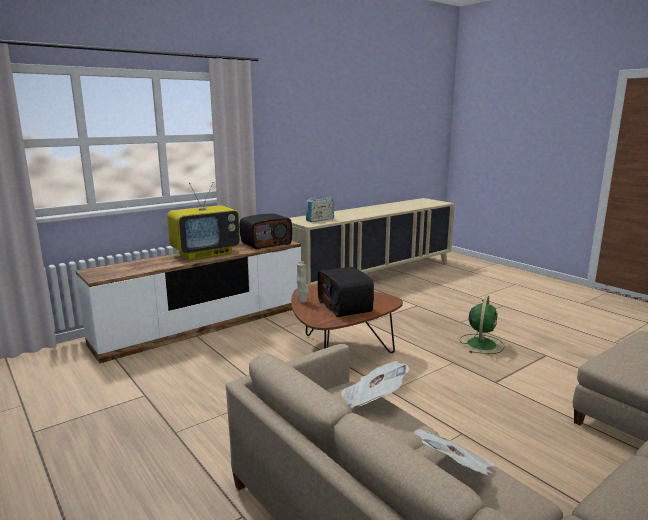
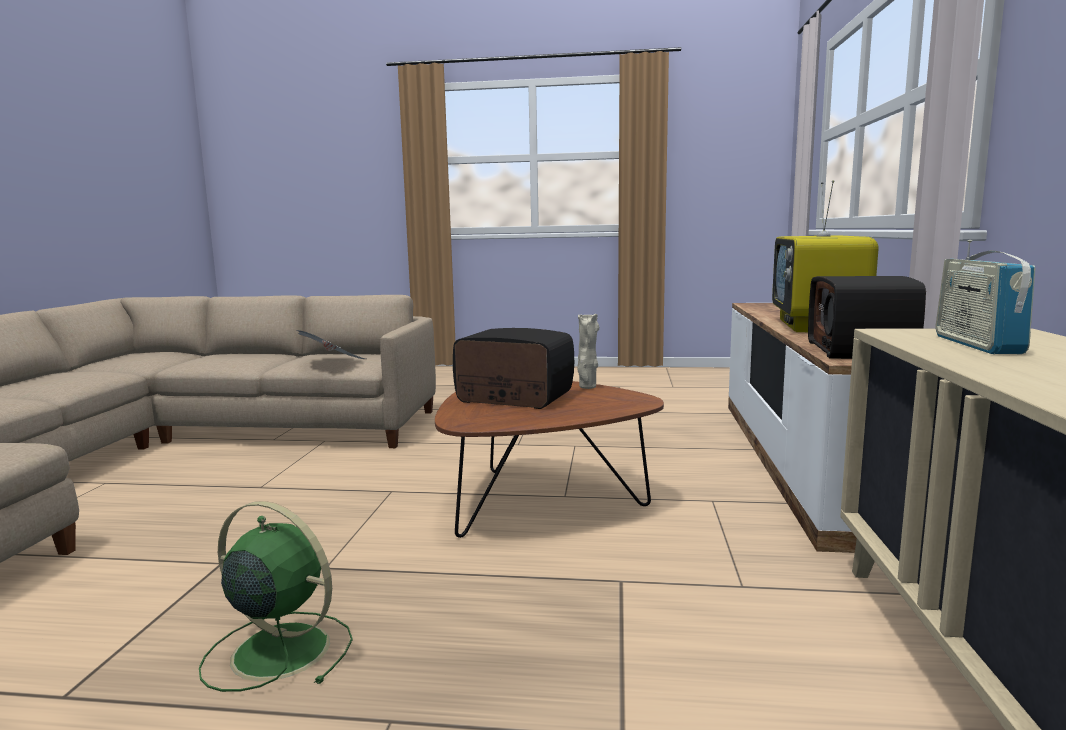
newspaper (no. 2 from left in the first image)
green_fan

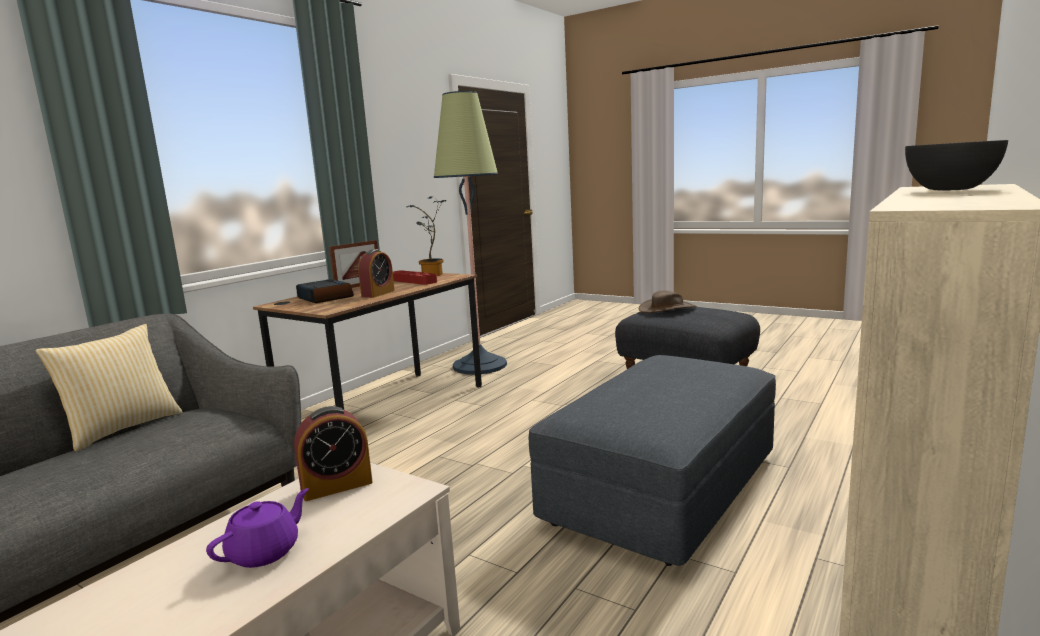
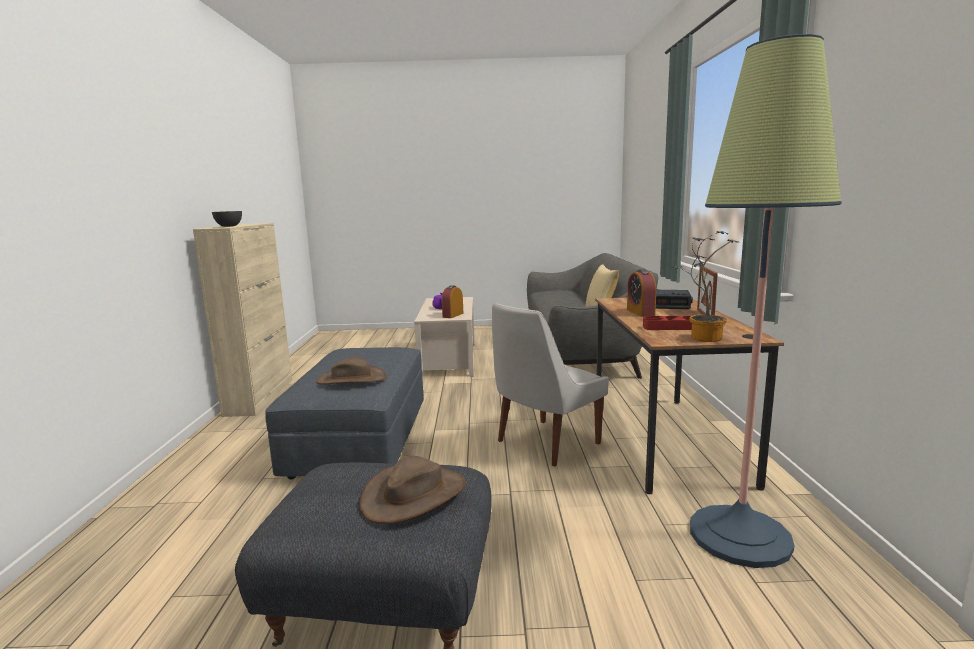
brown_hat (no. 1 from left)
white_chair

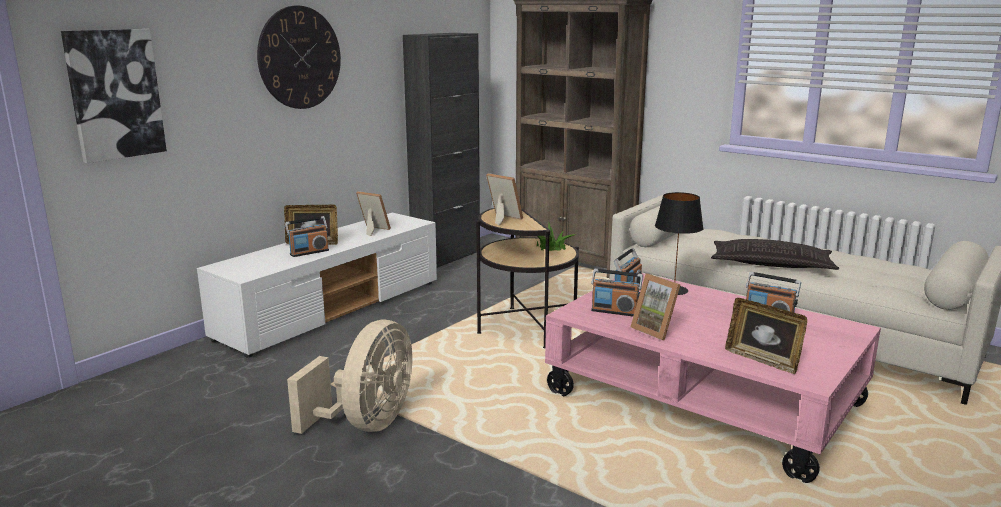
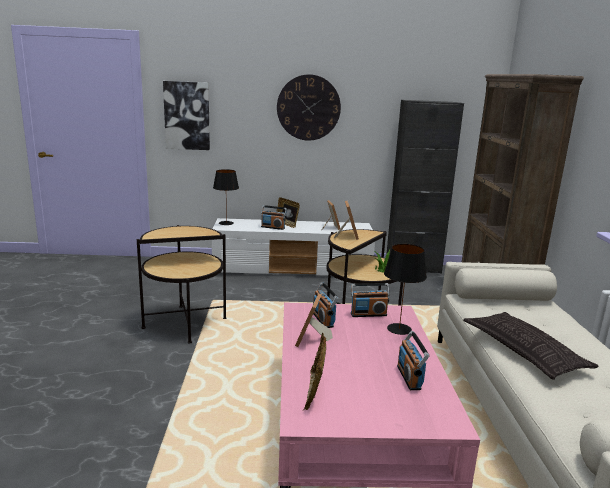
side_table (no. 1 from left)
black_table_lamp (no. 1 from left)

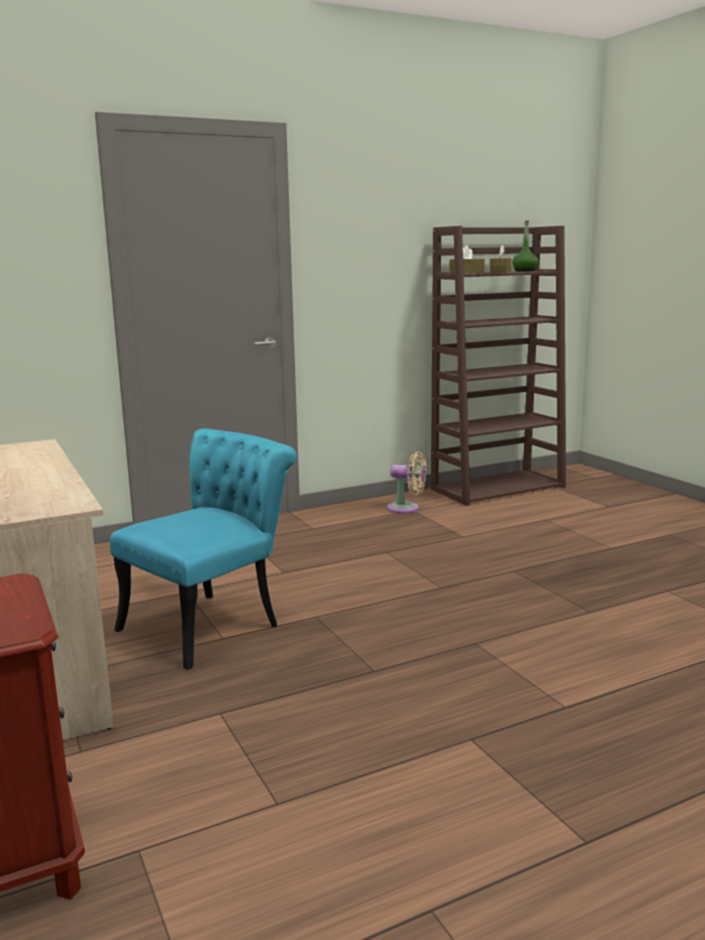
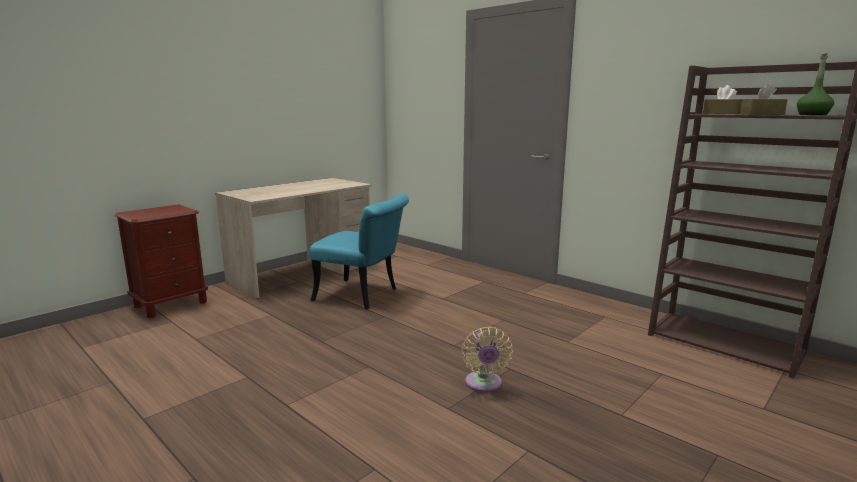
beige_fan

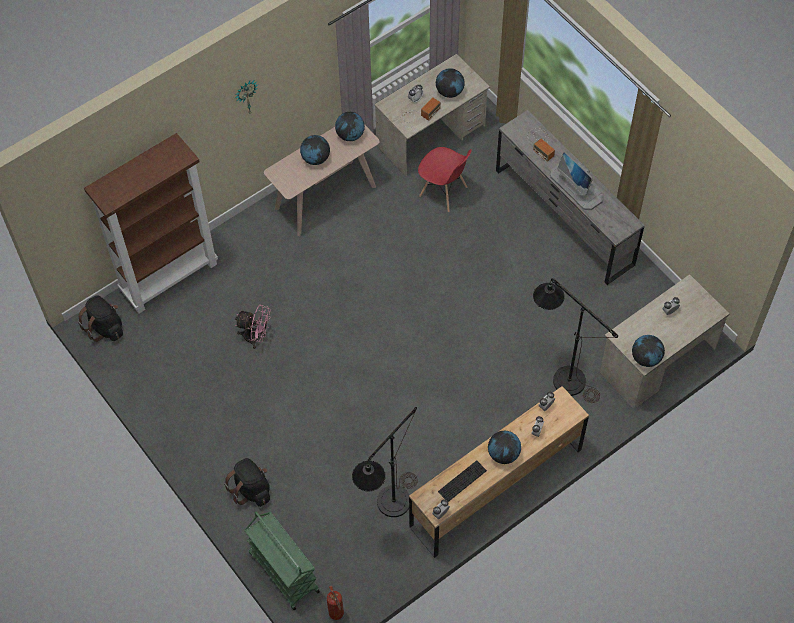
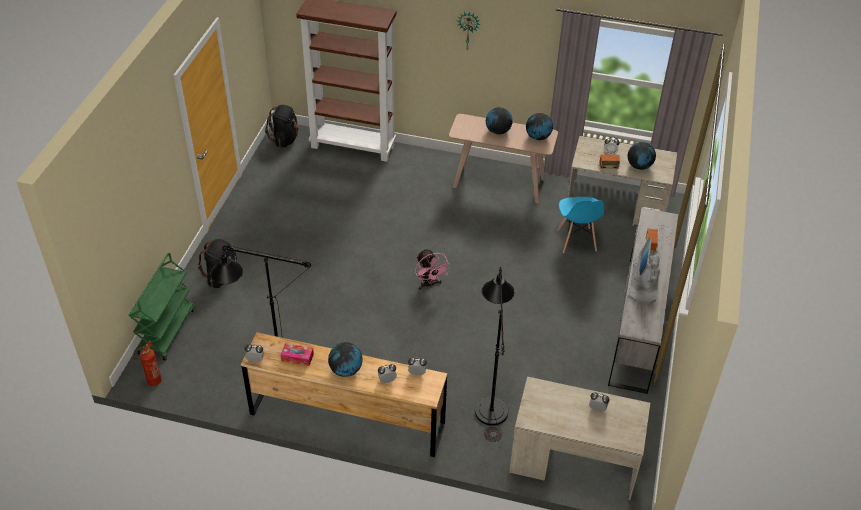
pink_fan
blue_chair
tissue_box
globe (no. 5 from left in the first image)

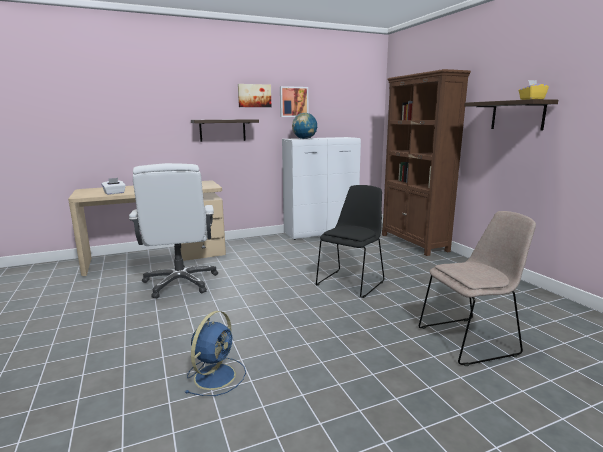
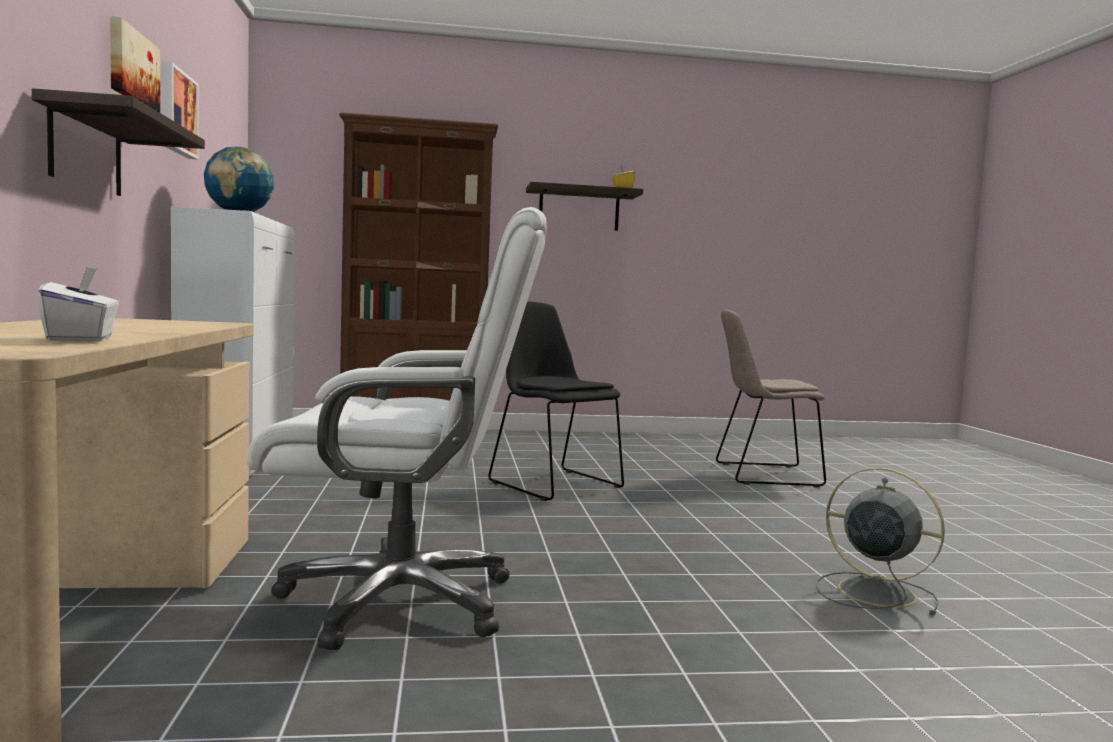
grey_fan
beige_chair

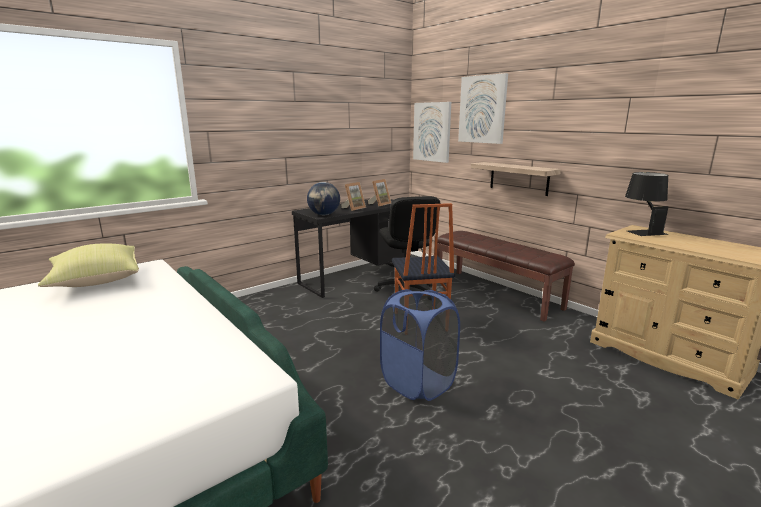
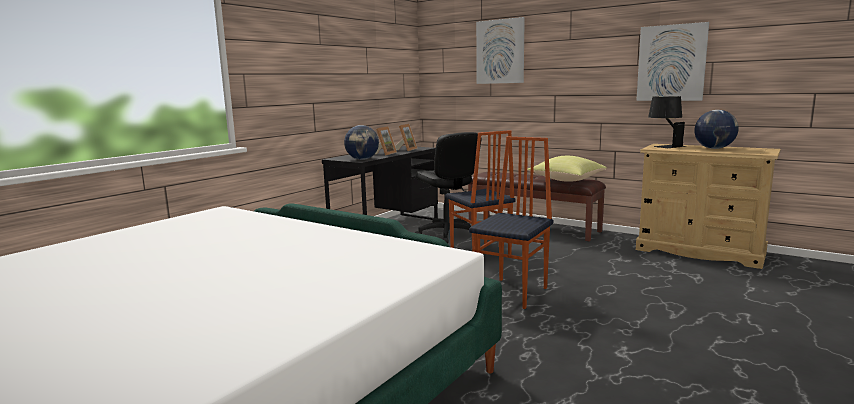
yellow_pillow
chair (no. 2 from left)
picture (no. 2 from left)
shelf
globe (no. 2 from left)

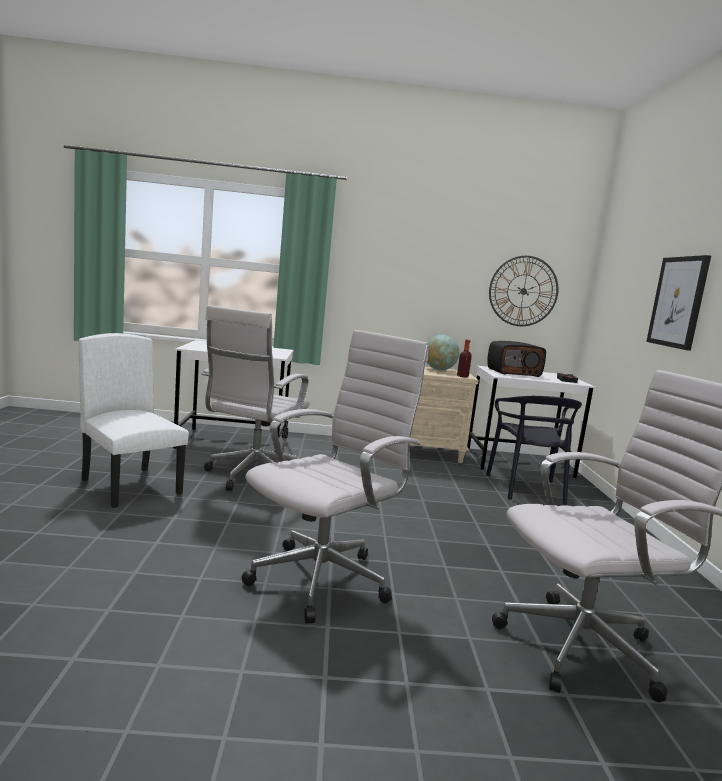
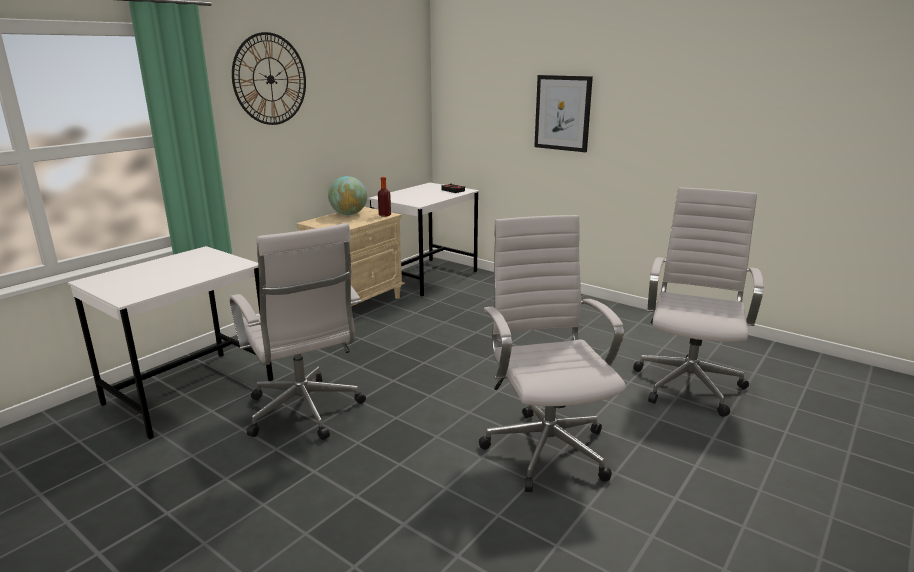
white_chair
black_chair
radio
wall_clock

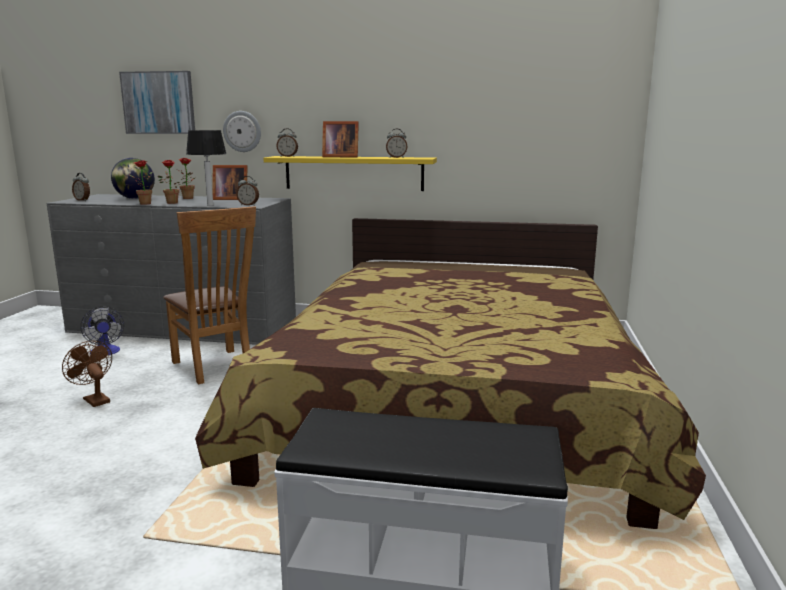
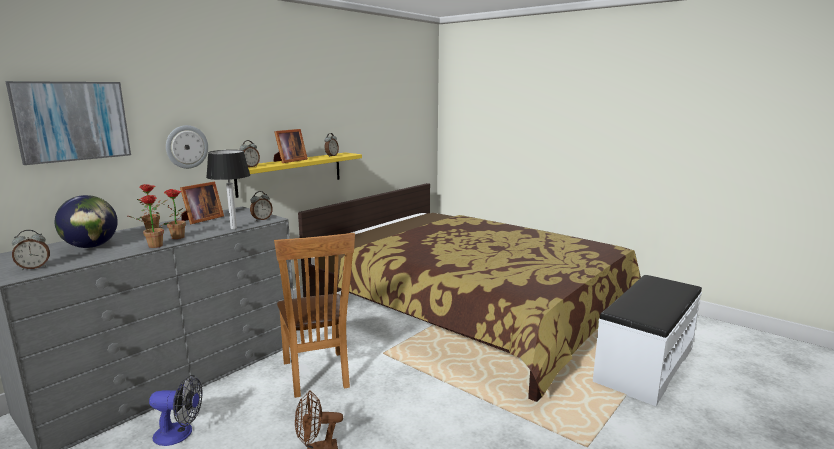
brown_chair

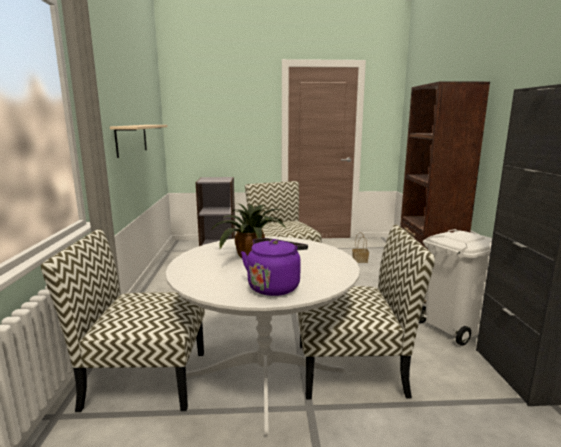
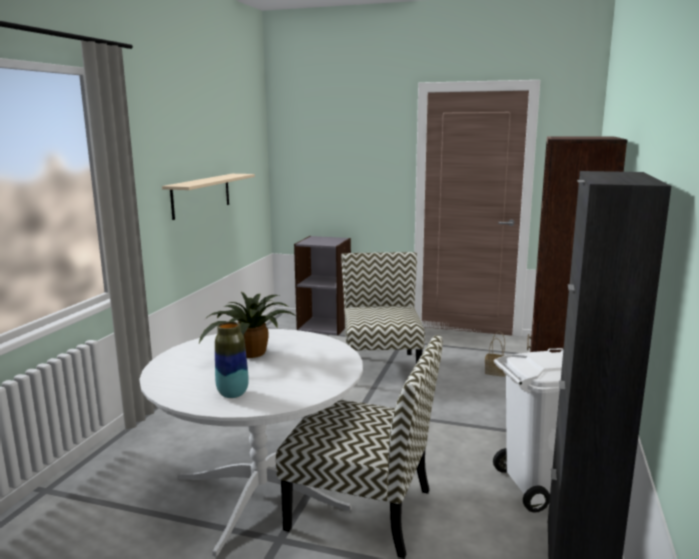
chair (no. 1 from left in the first image)
vase

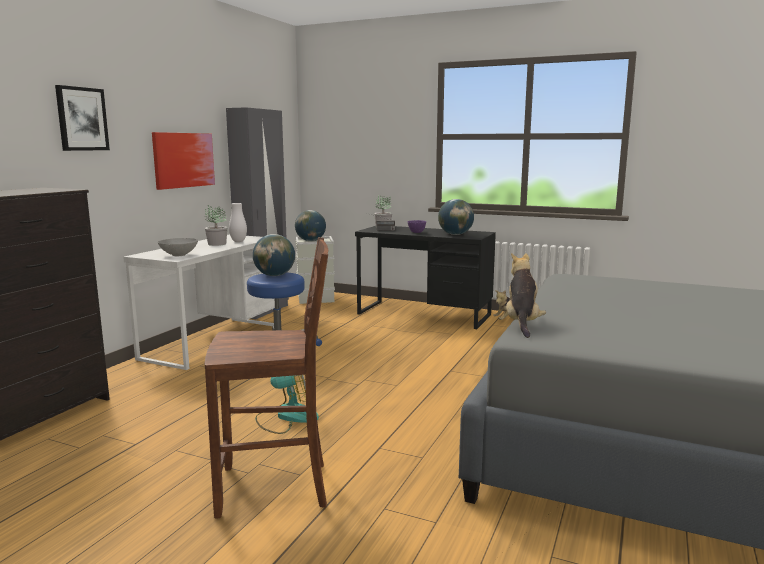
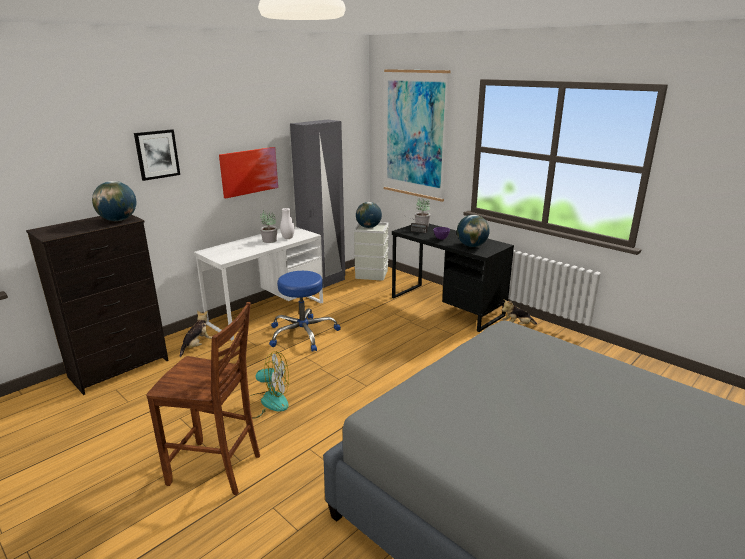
grey_bowl
globe (no. 1 from left)
plush_toy (no. 1 from left)
picture (no. 3 from left)

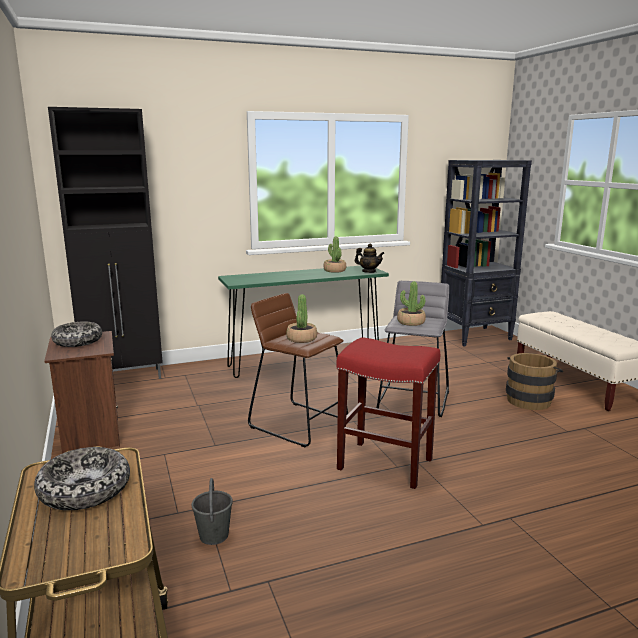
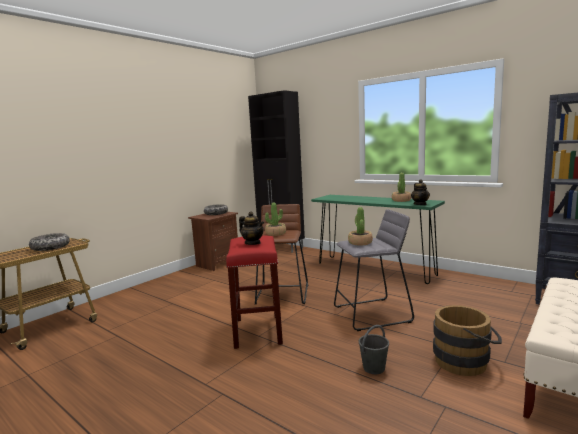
grey_bucket
teapot (no. 1 from left)

